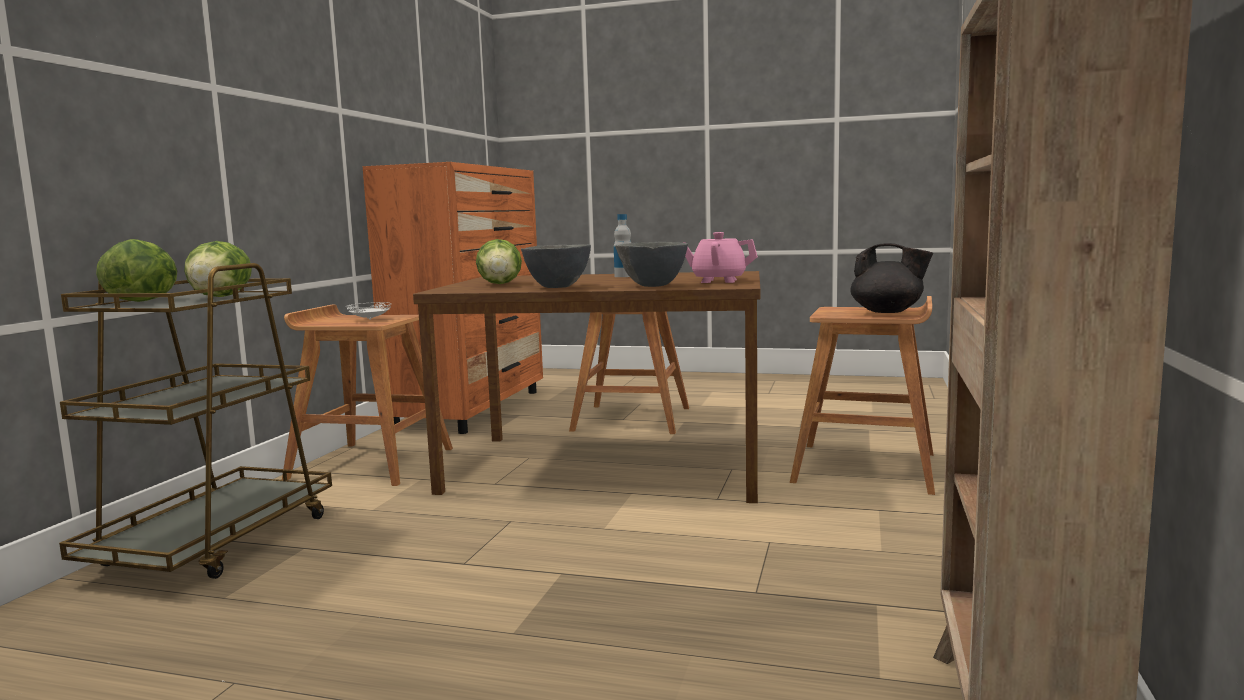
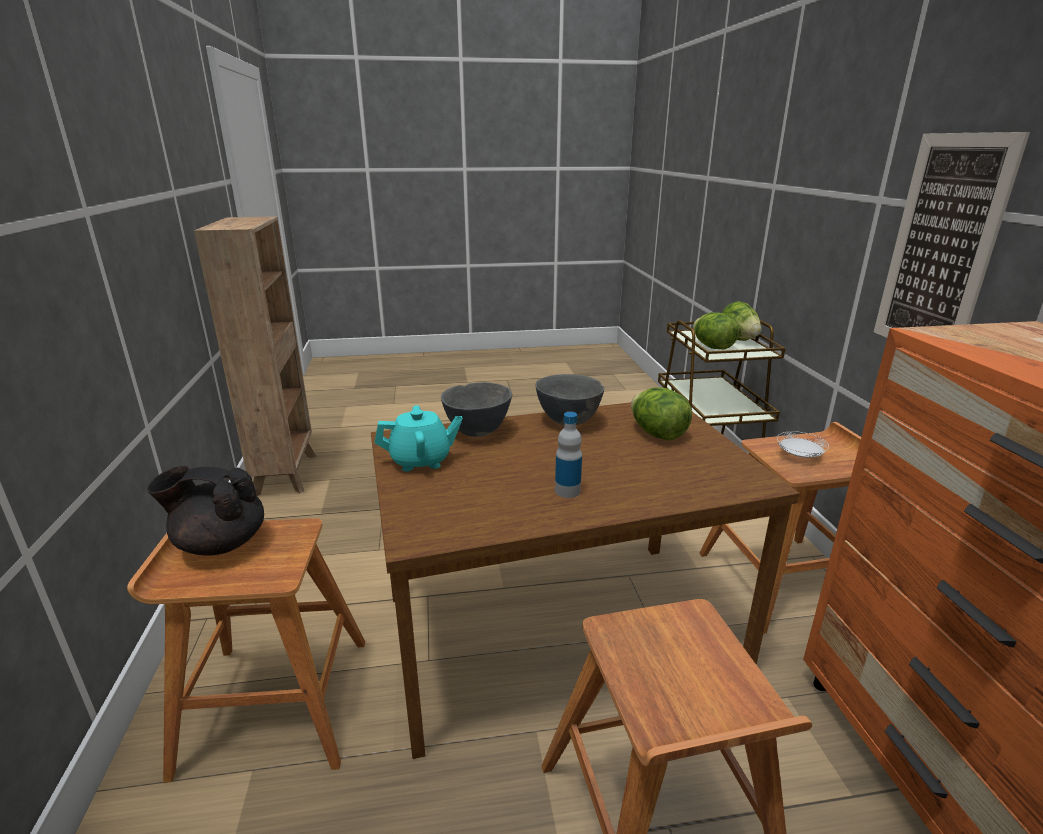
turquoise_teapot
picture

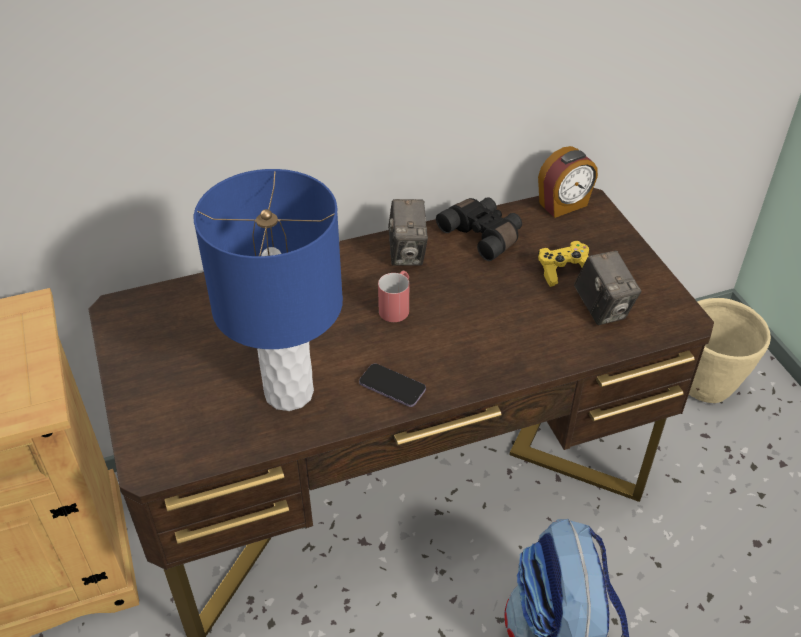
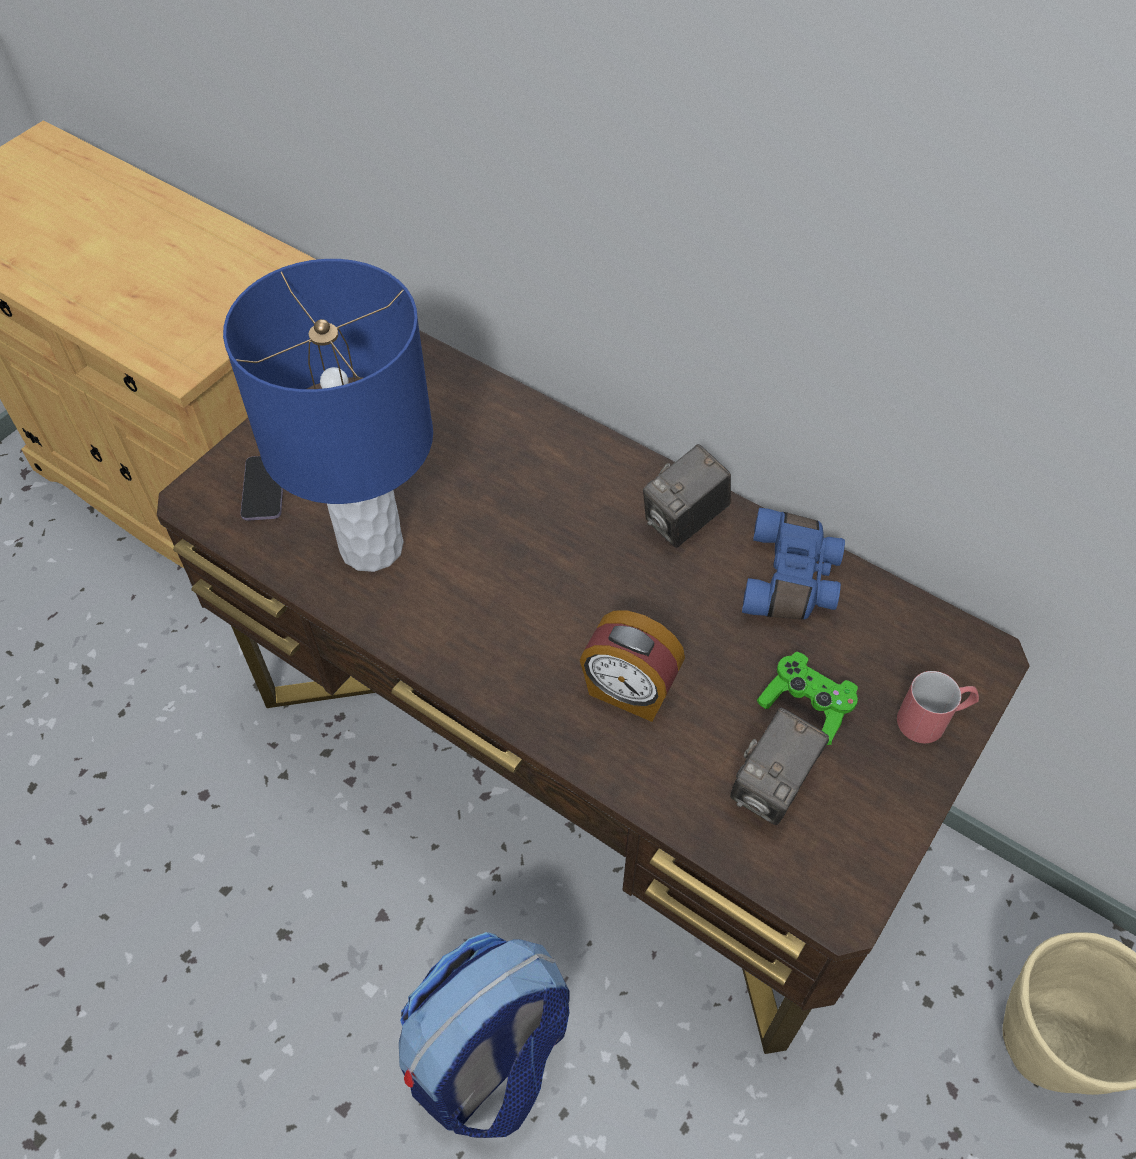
phone
red_mug
blue_binoculars
alarm_clock
green_game_controller

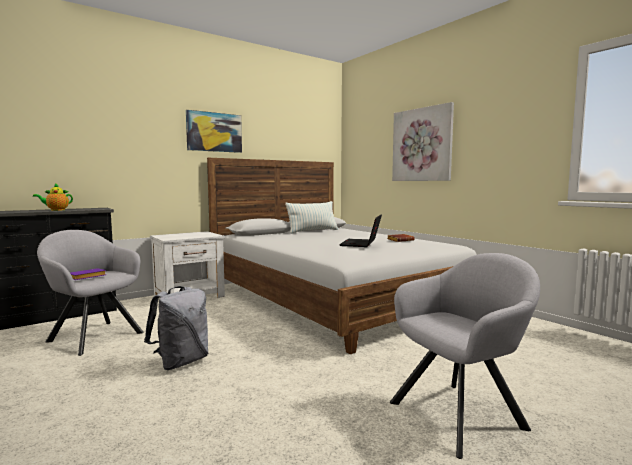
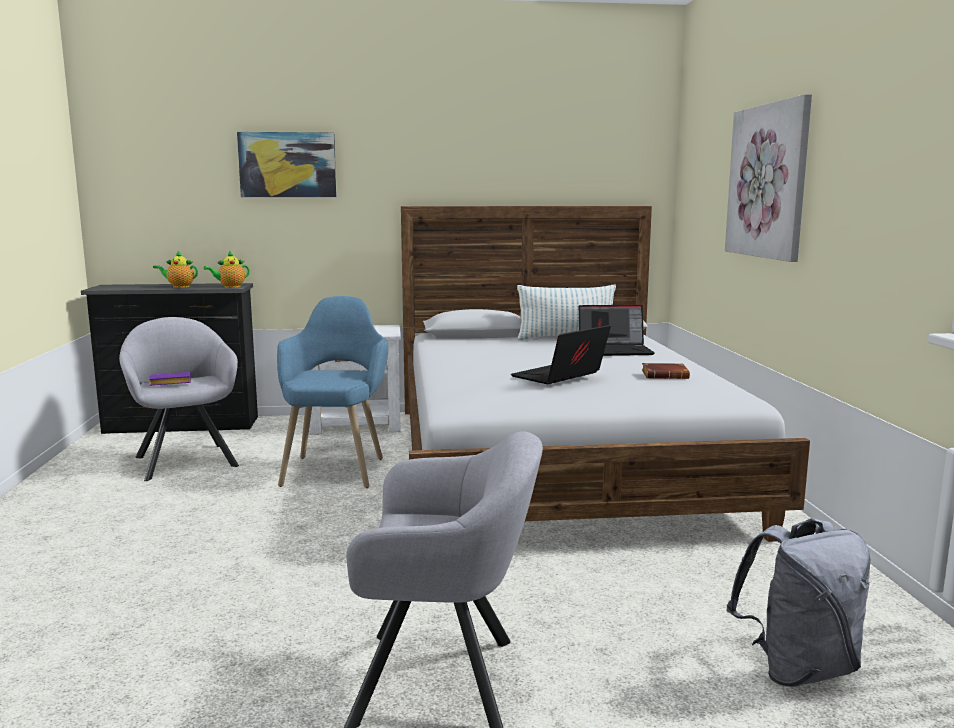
grey_backpack
picture (no. 1 from left)
teapot (no. 2 from left)
blue_armchair
laptop (no. 2 from left)

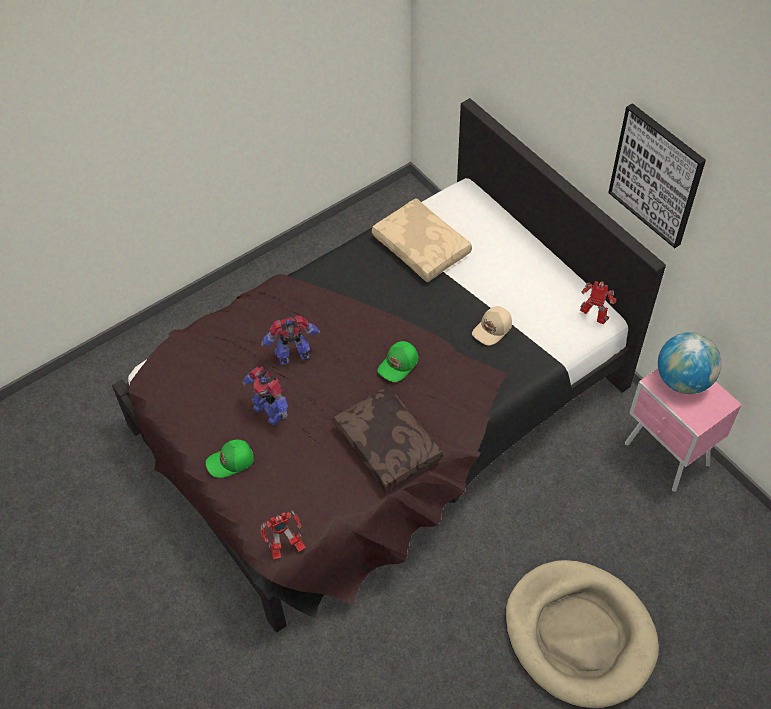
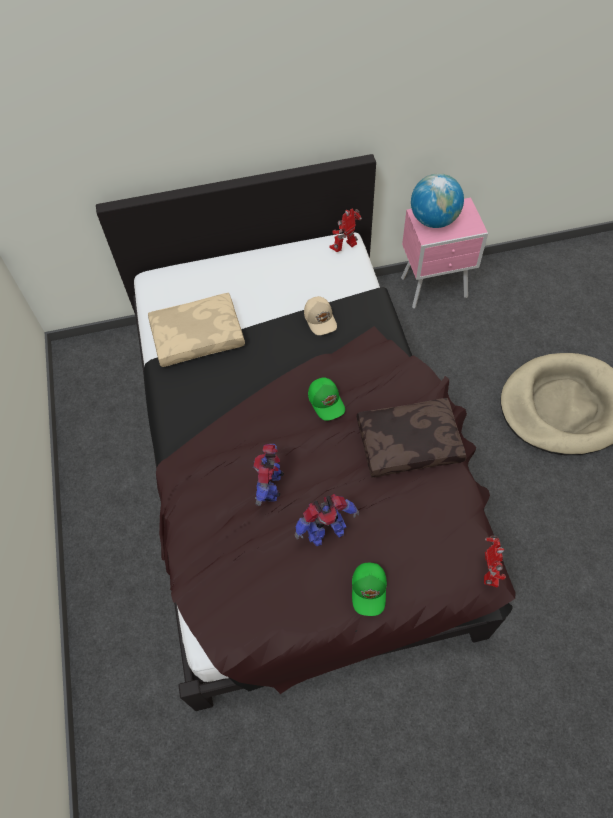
picture

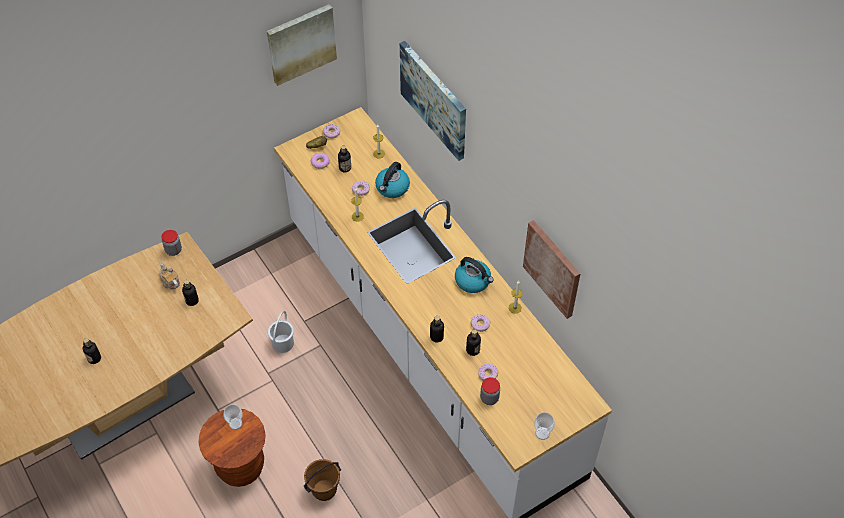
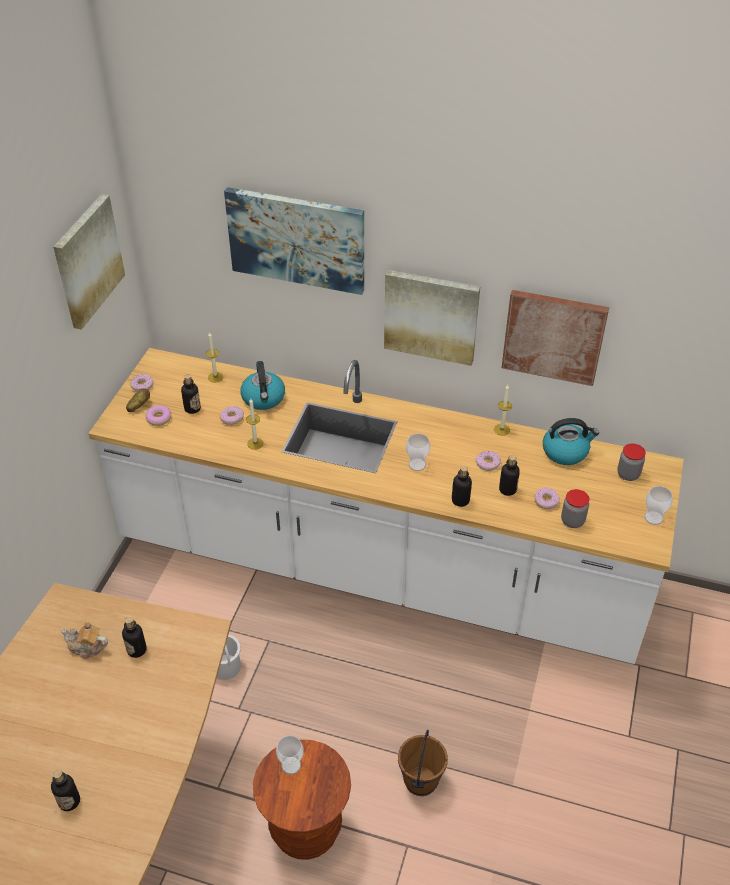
jar (no. 2 from left)
kettle (no. 2 from left)
picture (no. 3 from left)
cup (no. 2 from left)

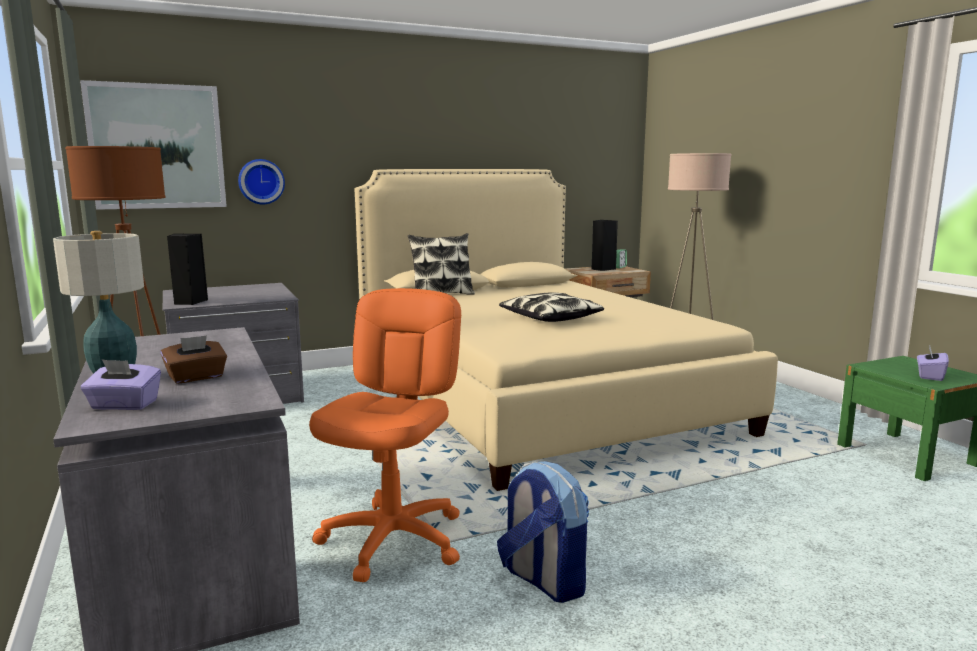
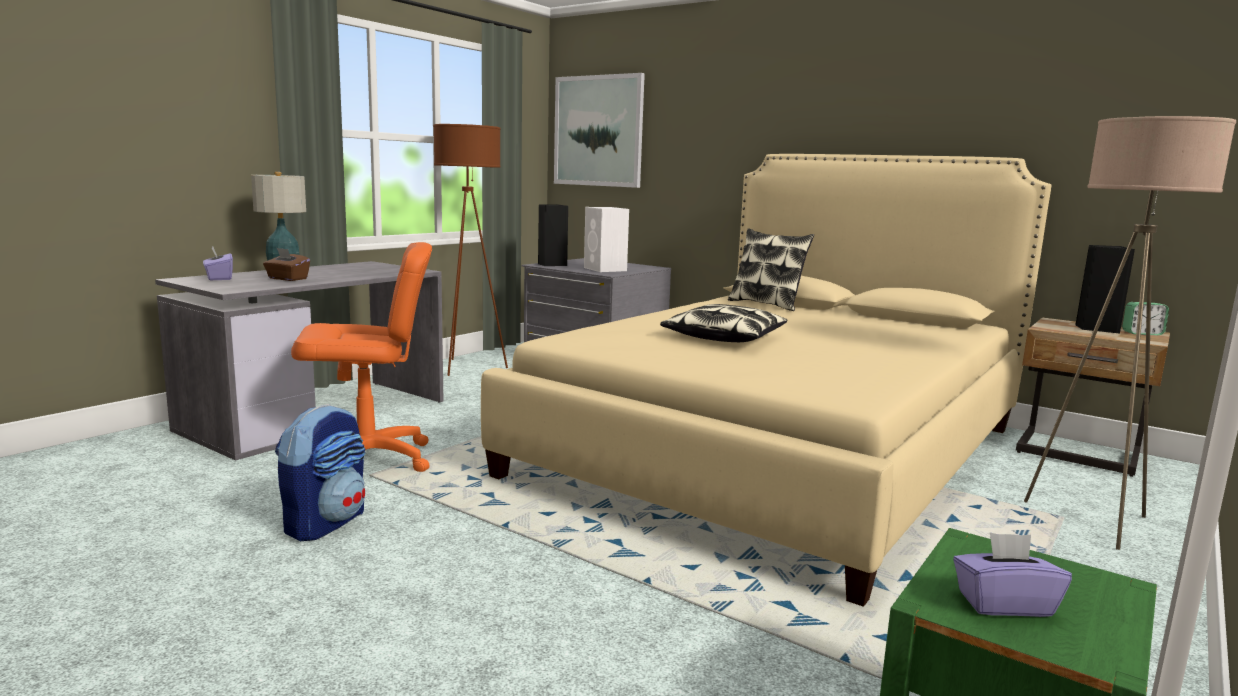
wall_clock
white_speaker

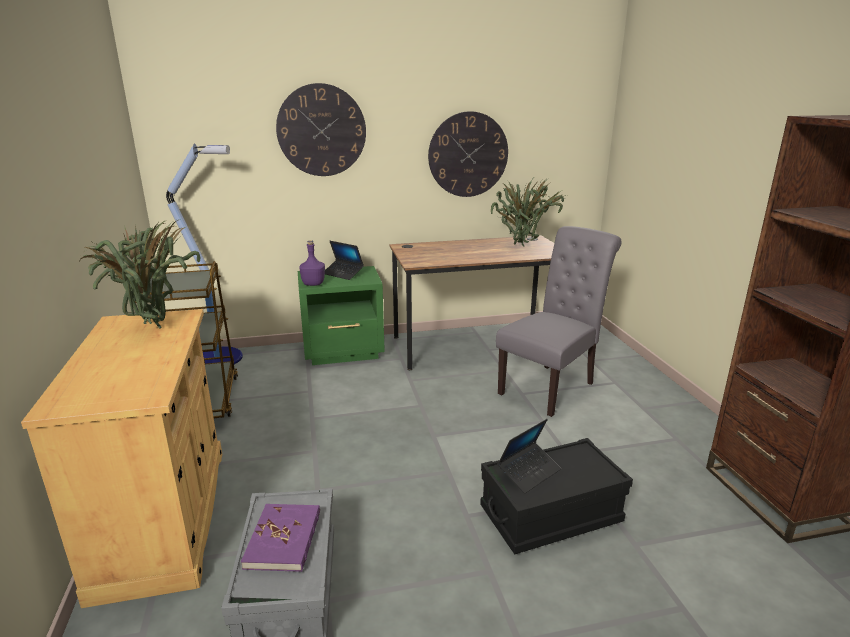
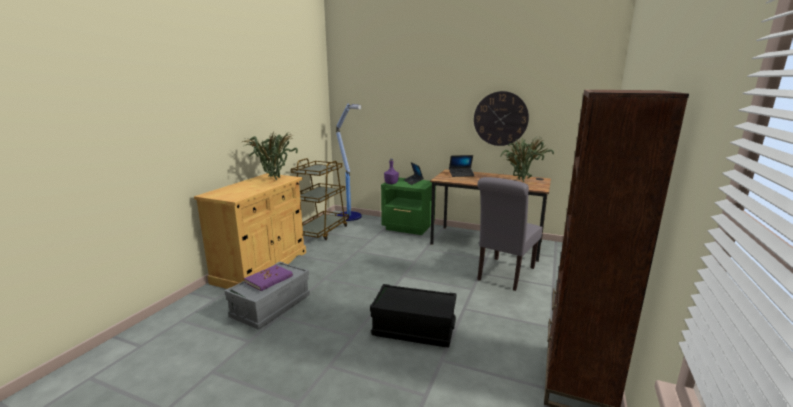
wall_clock (no. 1 from left in the first image)
grey_chair
laptop (no. 2 from left)

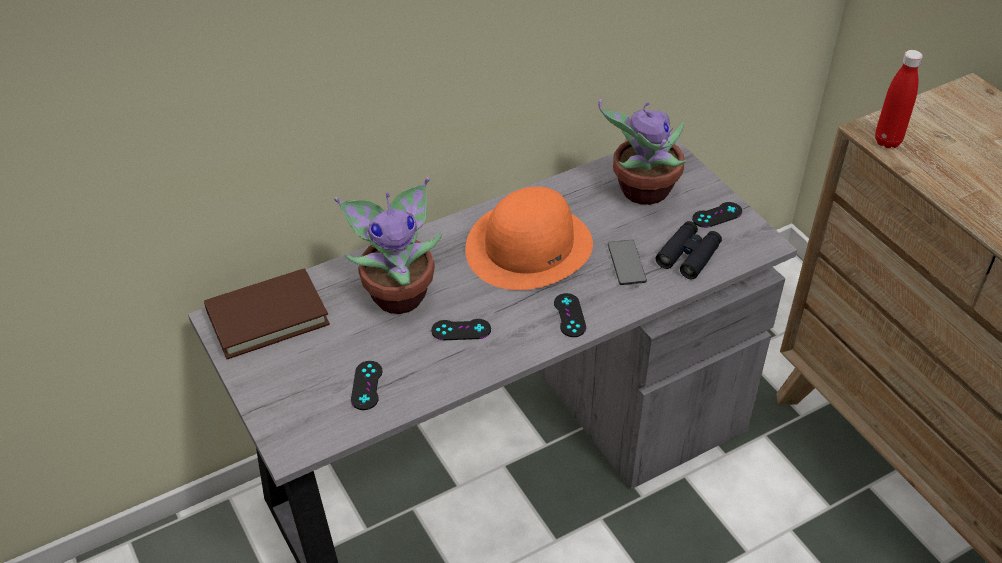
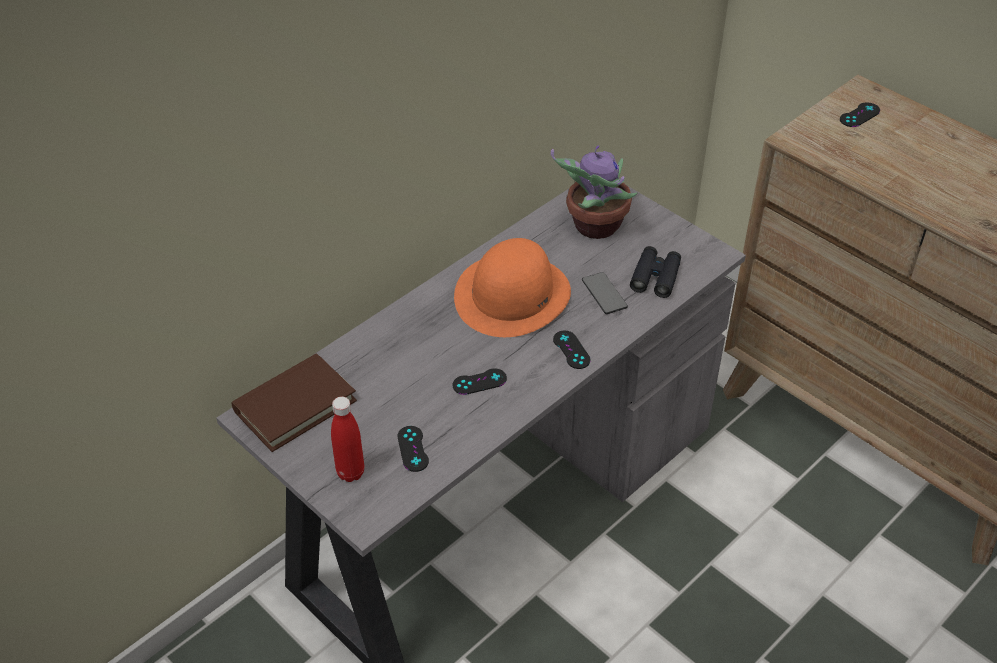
potted_plant (no. 1 from left in the first image)
black_game_controller (no. 4 from left)
red_bottle

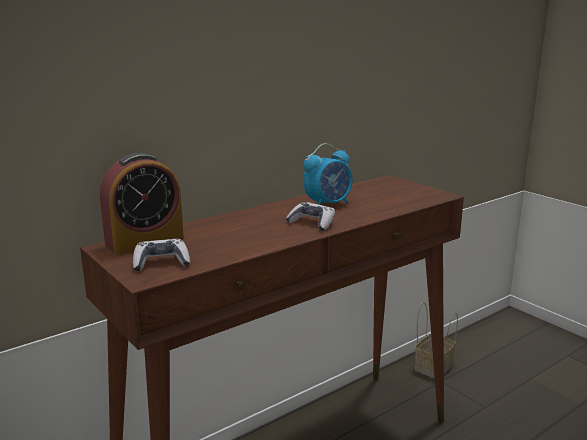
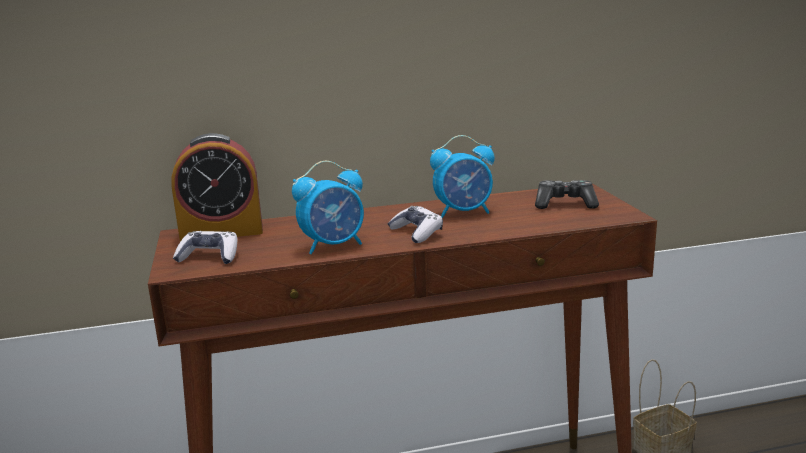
alarm_clock (no. 2 from left)
game_controller (no. 3 from left)

